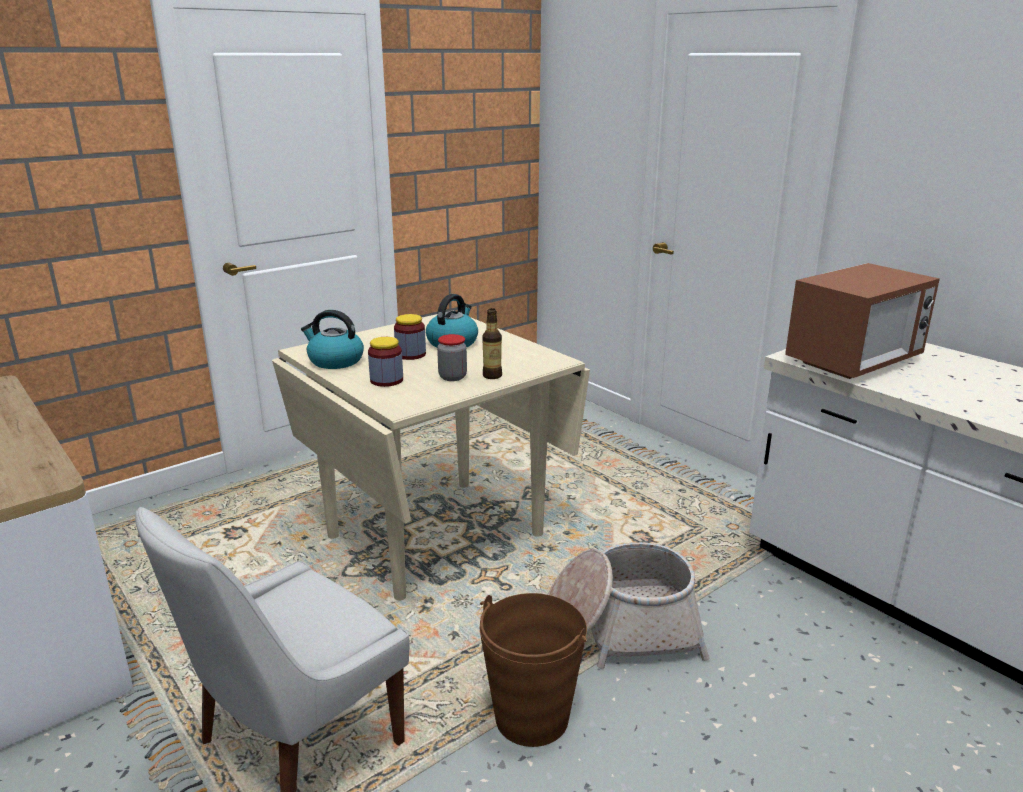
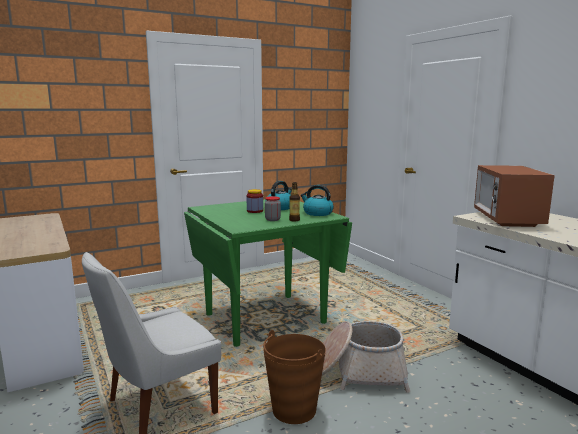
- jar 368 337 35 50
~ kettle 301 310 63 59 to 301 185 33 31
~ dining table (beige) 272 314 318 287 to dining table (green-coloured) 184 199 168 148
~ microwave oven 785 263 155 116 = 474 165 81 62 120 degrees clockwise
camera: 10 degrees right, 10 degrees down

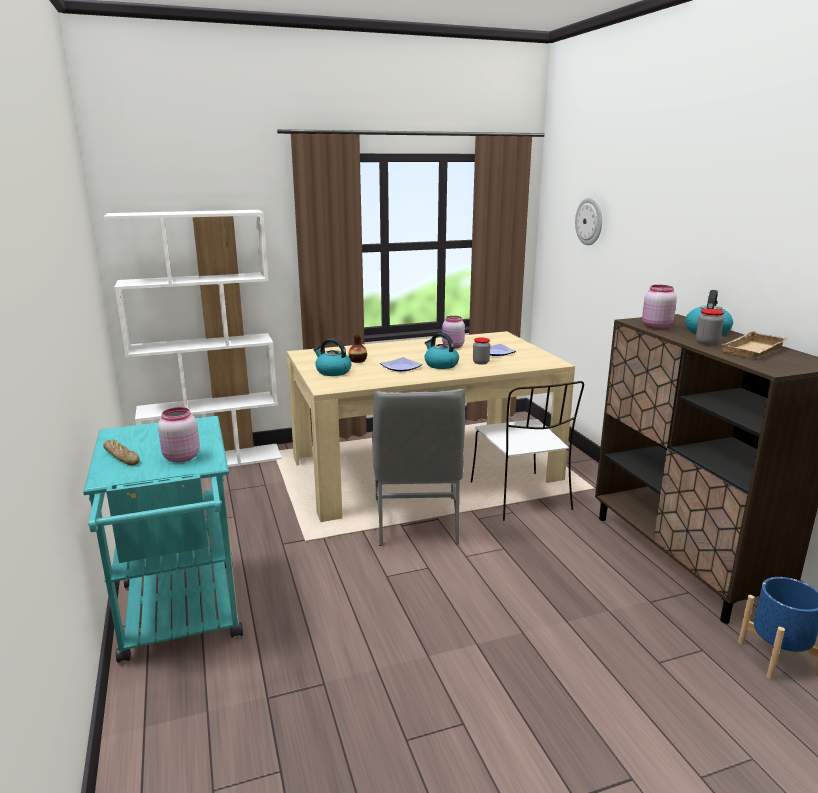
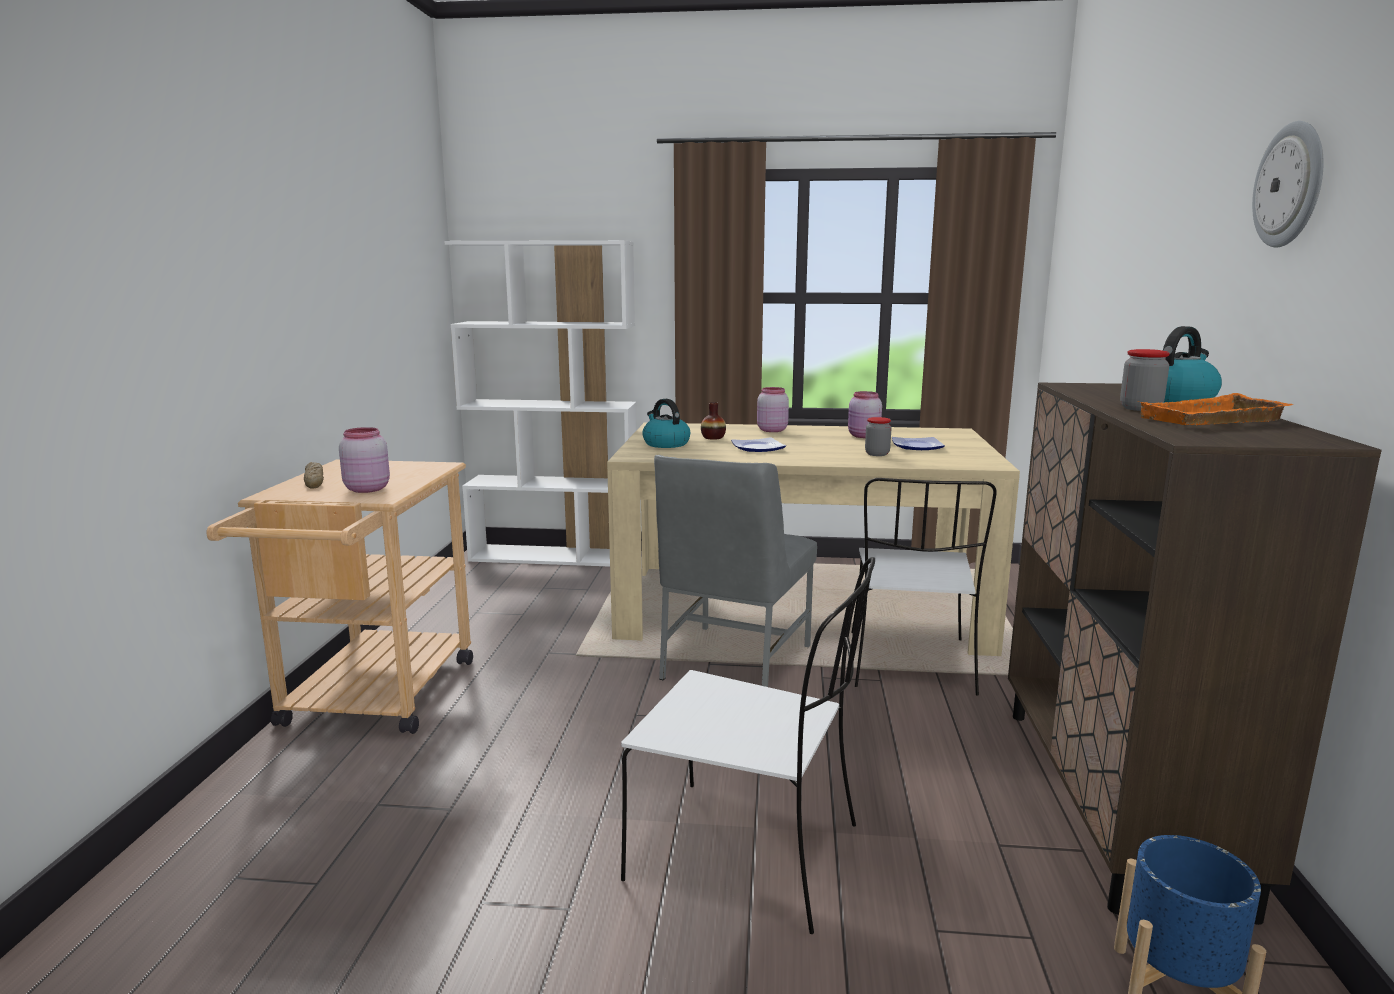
- kettle 424 333 35 36
+ plain chair (white) 621 557 254 377
~ wall clock 575 198 27 47 to 1252 121 71 127
~ jar (pinkish) 642 285 35 44 to 757 387 32 45
~ cart (turquoise-coloured) 83 416 160 247 to cart (beige) 206 460 267 274
~ tray (beige) 723 331 66 27 to tray (orange-coloured) 1138 393 155 32
camera: 25 degrees right, 5 degrees down

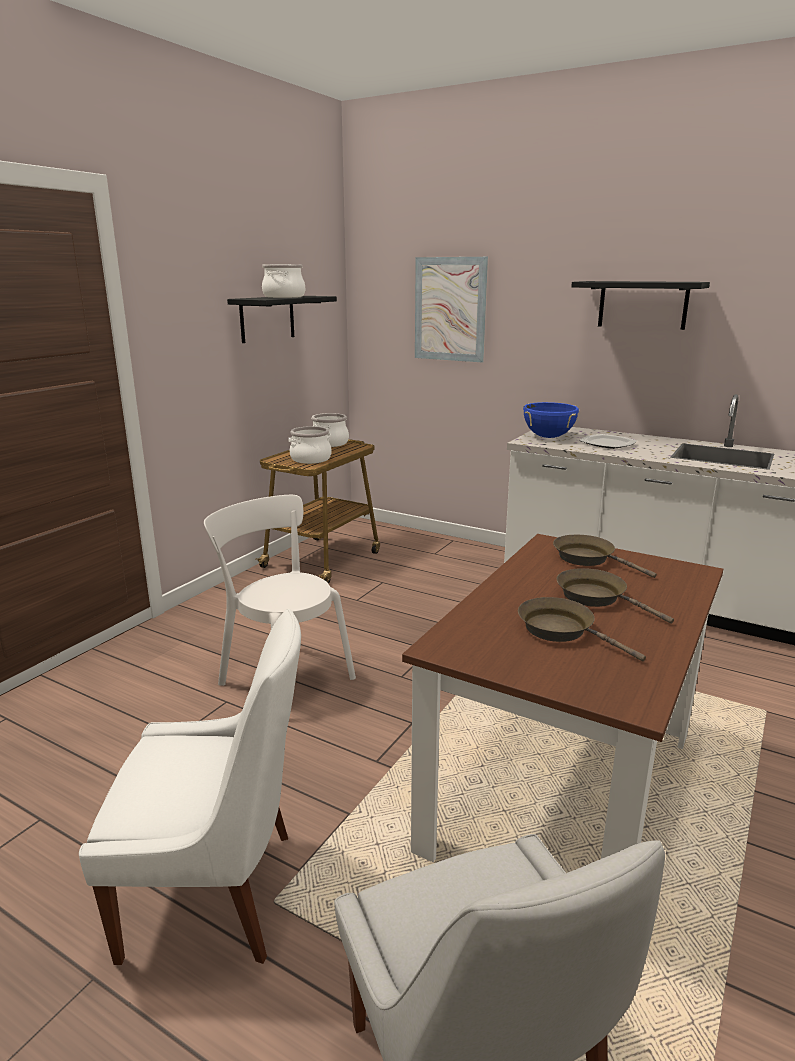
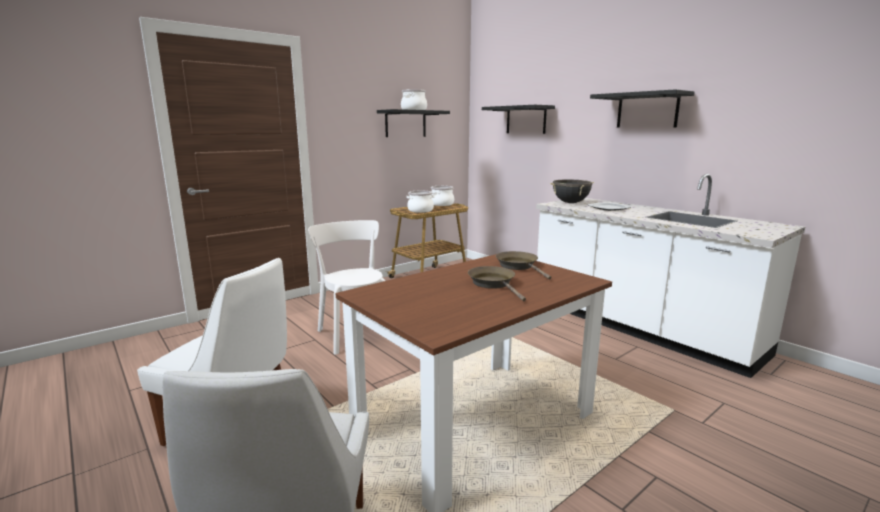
- frying pan (brown) 518 597 128 64
~ wall art 415 257 73 105 to wall shelf (blackish) 482 105 73 29
~ saucepot (blue-coloured) 523 402 56 36 to saucepot (blackish) 550 180 44 23
camera: 20 degrees right, 5 degrees down

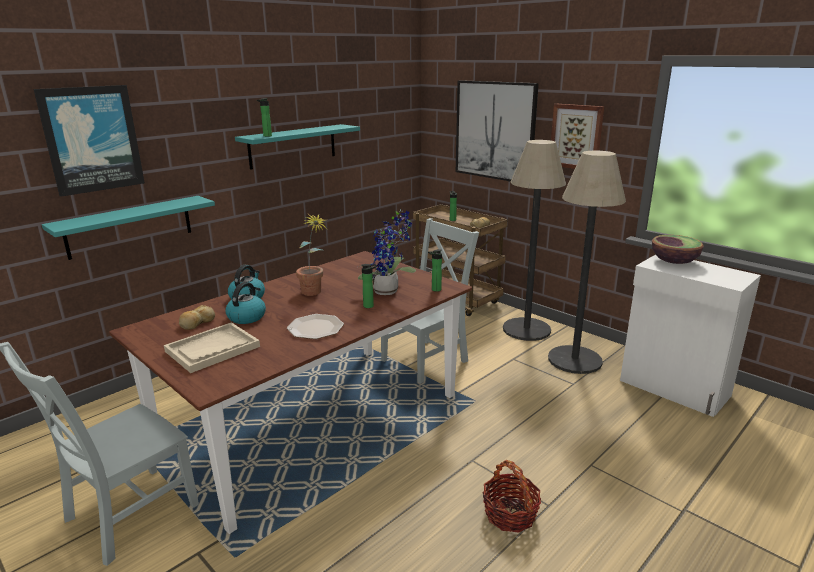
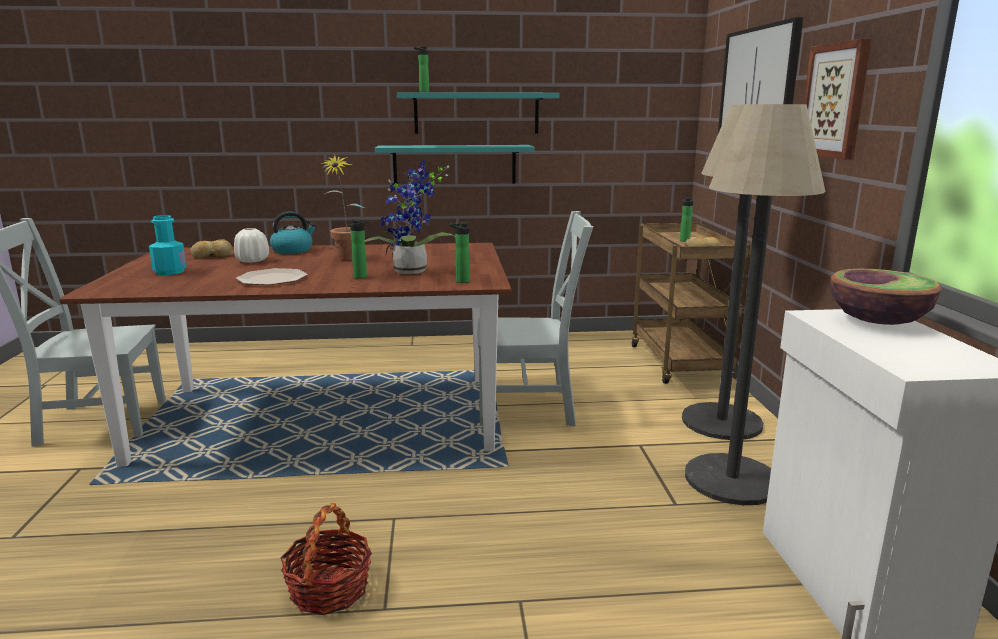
- wall art 34 85 111 112
~ wall shelf (turquoise-coloured) 42 196 173 64 to 375 145 160 40
~ tray (beige) 164 322 96 51 to bottle (turquoise-coloured) 149 215 38 60
~ kettle 226 282 40 42 to flower vase (white) 234 228 35 35
camera: 40 degrees right, 5 degrees down

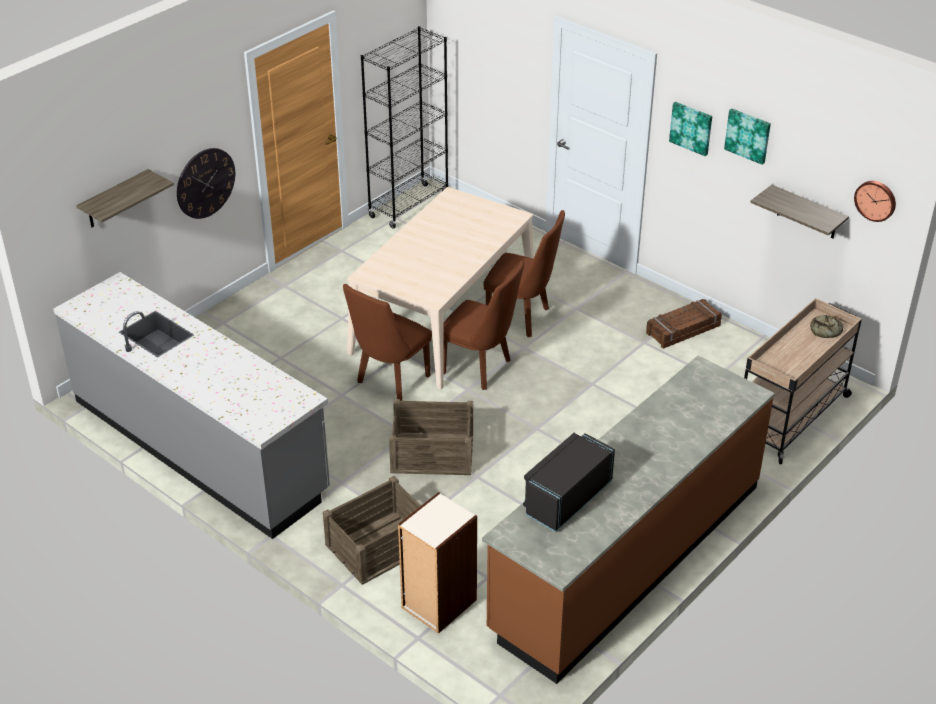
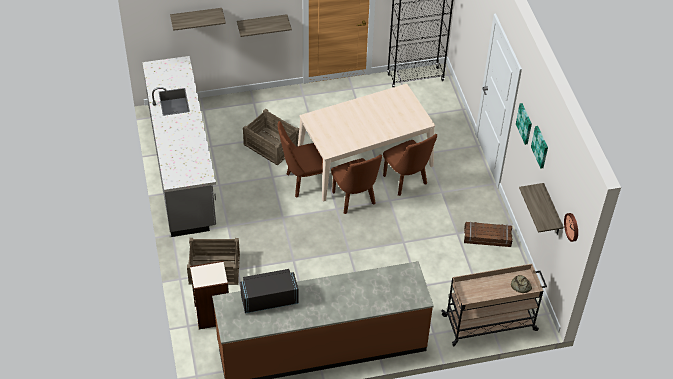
~ packing crate 389 399 84 76 to 243 109 56 57
~ wall clock 177 148 58 71 to wall shelf 237 14 55 23
camera: 35 degrees right, 10 degrees up

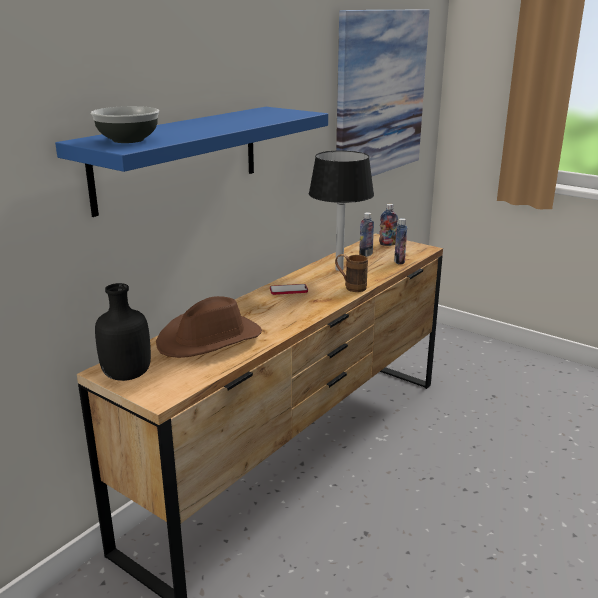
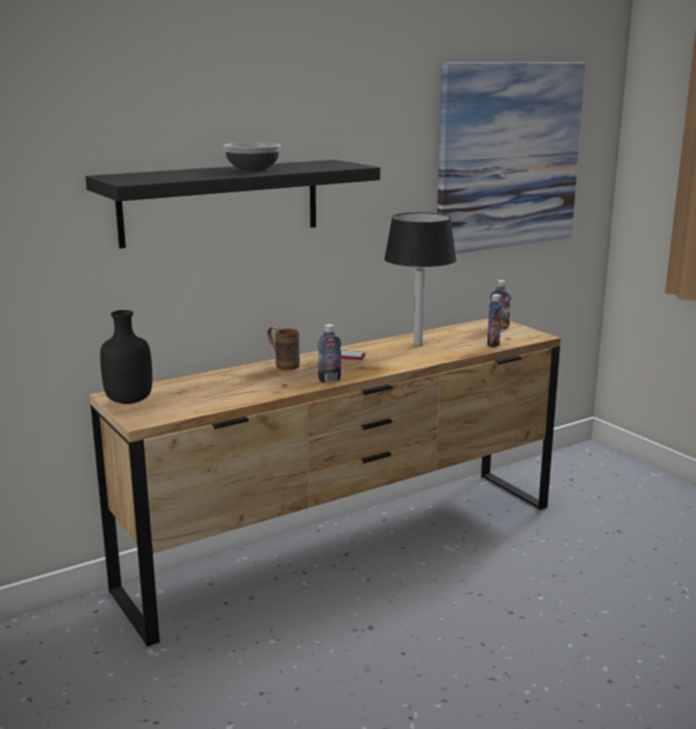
- clothing hat (brown) 156 296 106 62
~ bowl 91 106 68 37 to 224 142 57 30
~ coffee mug (brown) 335 254 33 38 to 267 326 33 44
~ bottle 359 212 15 45 to 318 324 23 59
~ wall shelf (blue-coloured) 55 107 273 110 to wall shelf (blackish) 86 160 294 88
camera: 20 degrees right, 5 degrees down

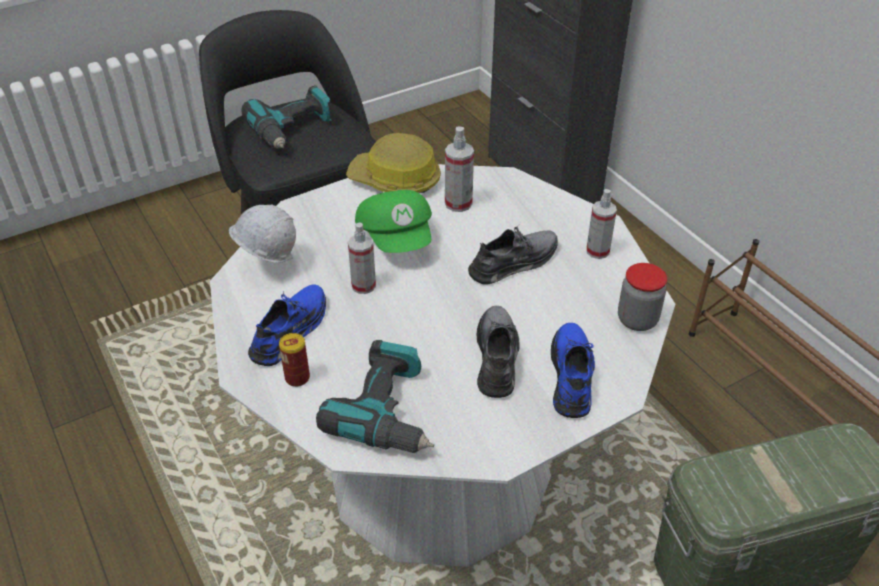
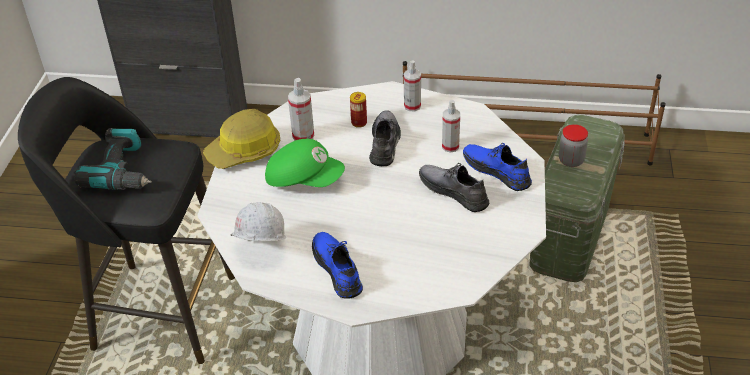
- electric drill 316 340 118 113
~ can 279 333 31 54 to 350 92 17 36
~ spray bottle 348 222 28 72 to 442 100 18 53
~ jar 618 263 49 68 to 559 124 29 43
camera: 50 degrees left, 0 degrees up

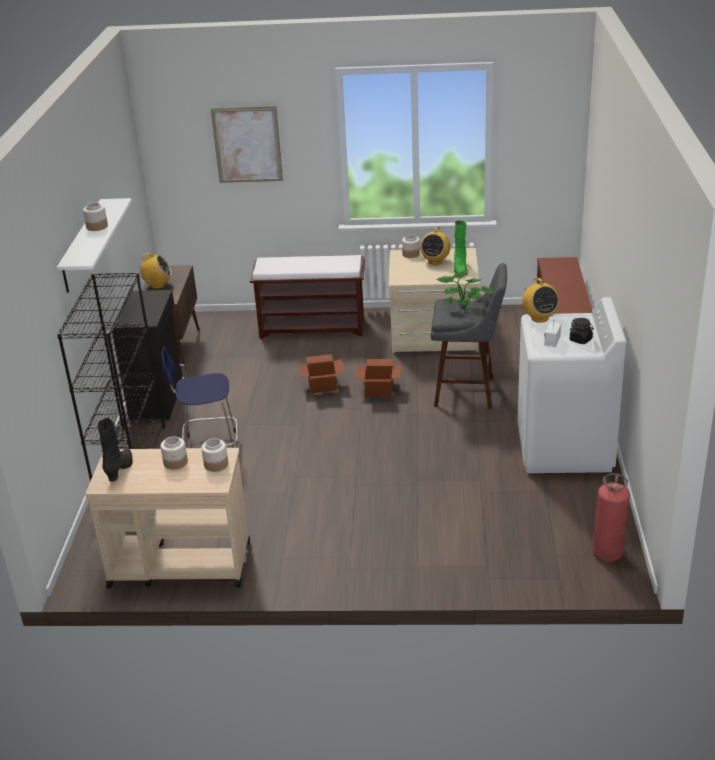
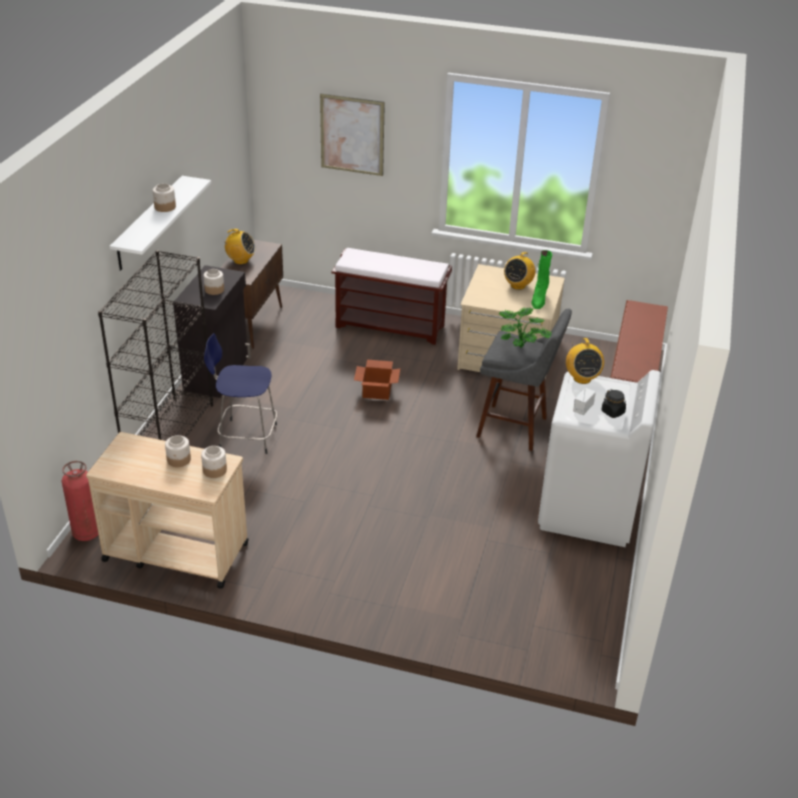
- tall boot (blackish) 98 417 35 65
- carton 355 359 46 37
~ jar 402 235 18 23 to 204 269 20 26
~ extinguisher 592 473 38 89 to 62 461 37 80
camera: 10 degrees right, 5 degrees up

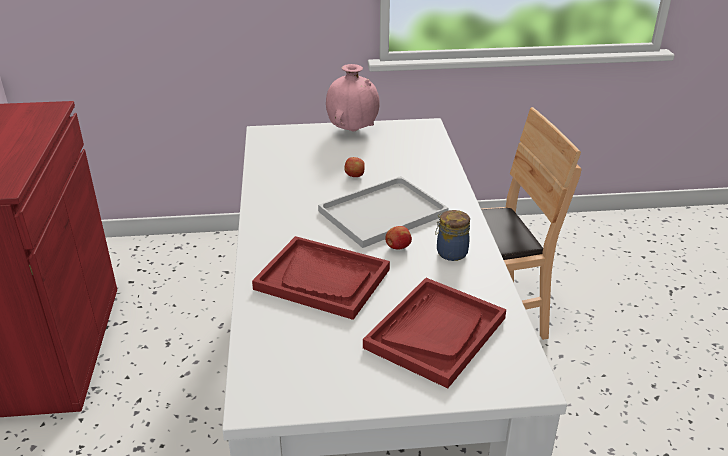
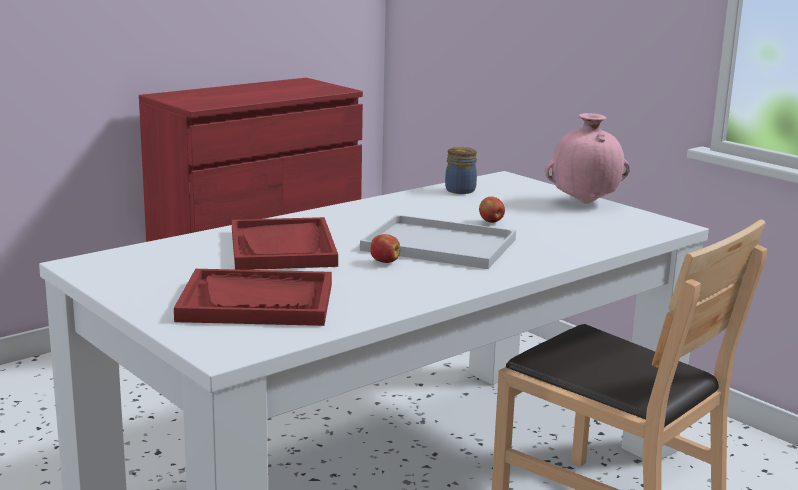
~ jar 435 210 35 51 to 445 147 32 47
camera: 55 degrees right, 15 degrees down

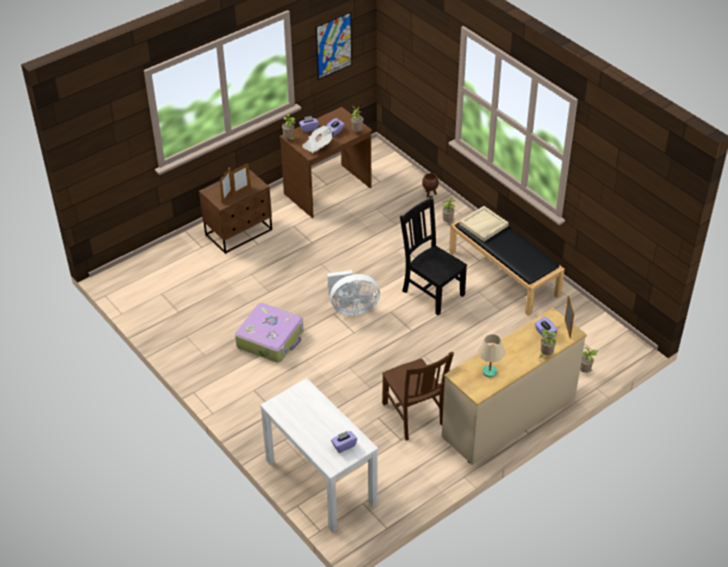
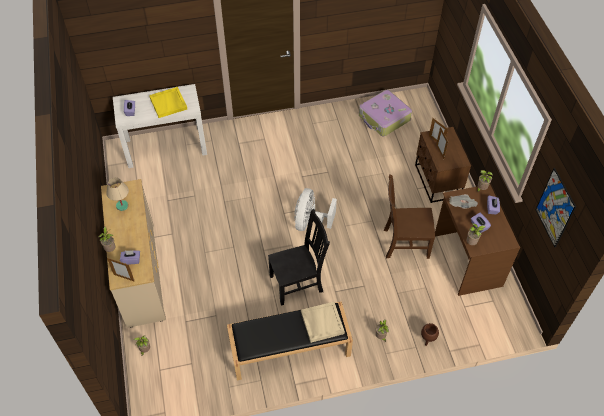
+ tray (yellow) 149 87 38 31
~ suitcase 235 303 69 59 to 359 90 53 46
~ plain chair (brown) 382 352 72 88 to 384 174 51 85
camera: 115 degrees right, 10 degrees up

